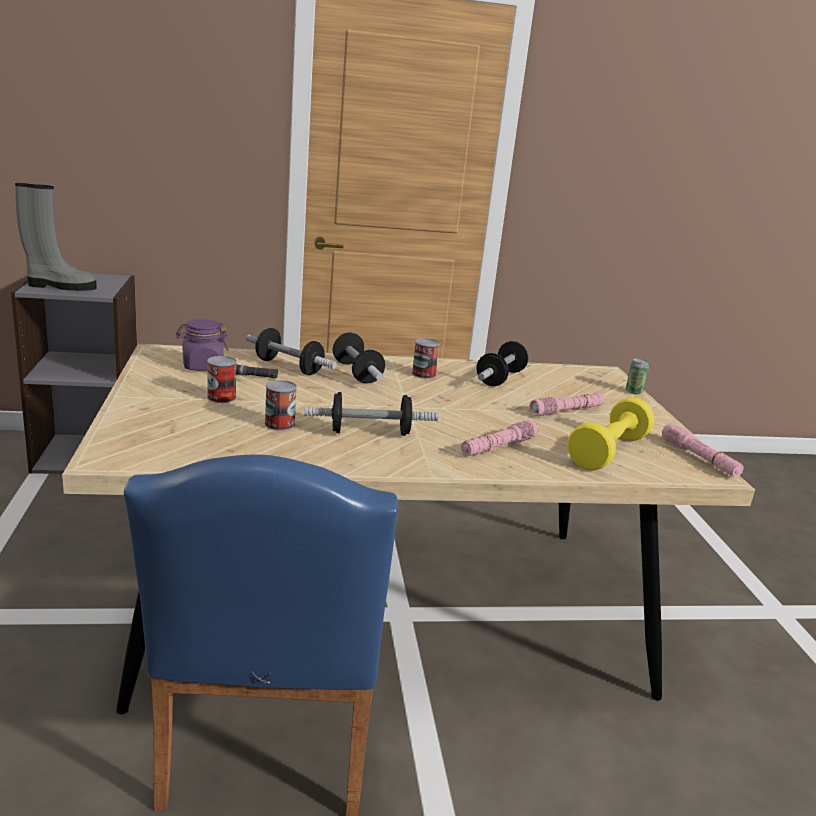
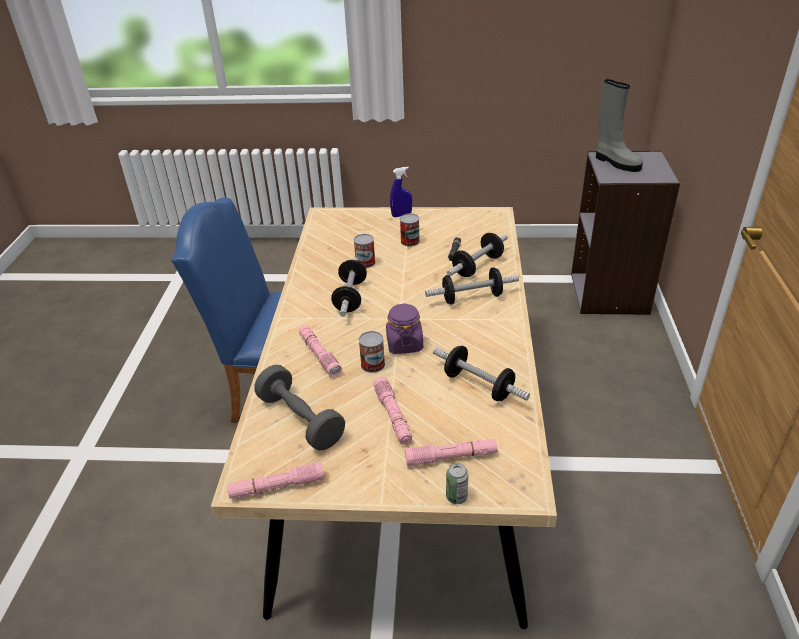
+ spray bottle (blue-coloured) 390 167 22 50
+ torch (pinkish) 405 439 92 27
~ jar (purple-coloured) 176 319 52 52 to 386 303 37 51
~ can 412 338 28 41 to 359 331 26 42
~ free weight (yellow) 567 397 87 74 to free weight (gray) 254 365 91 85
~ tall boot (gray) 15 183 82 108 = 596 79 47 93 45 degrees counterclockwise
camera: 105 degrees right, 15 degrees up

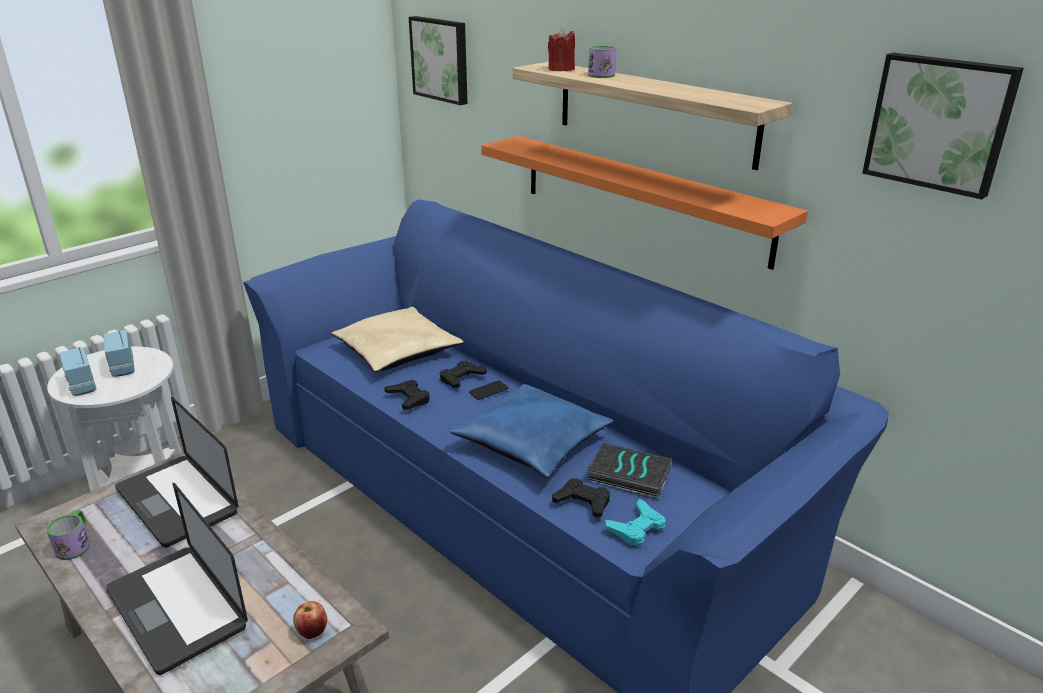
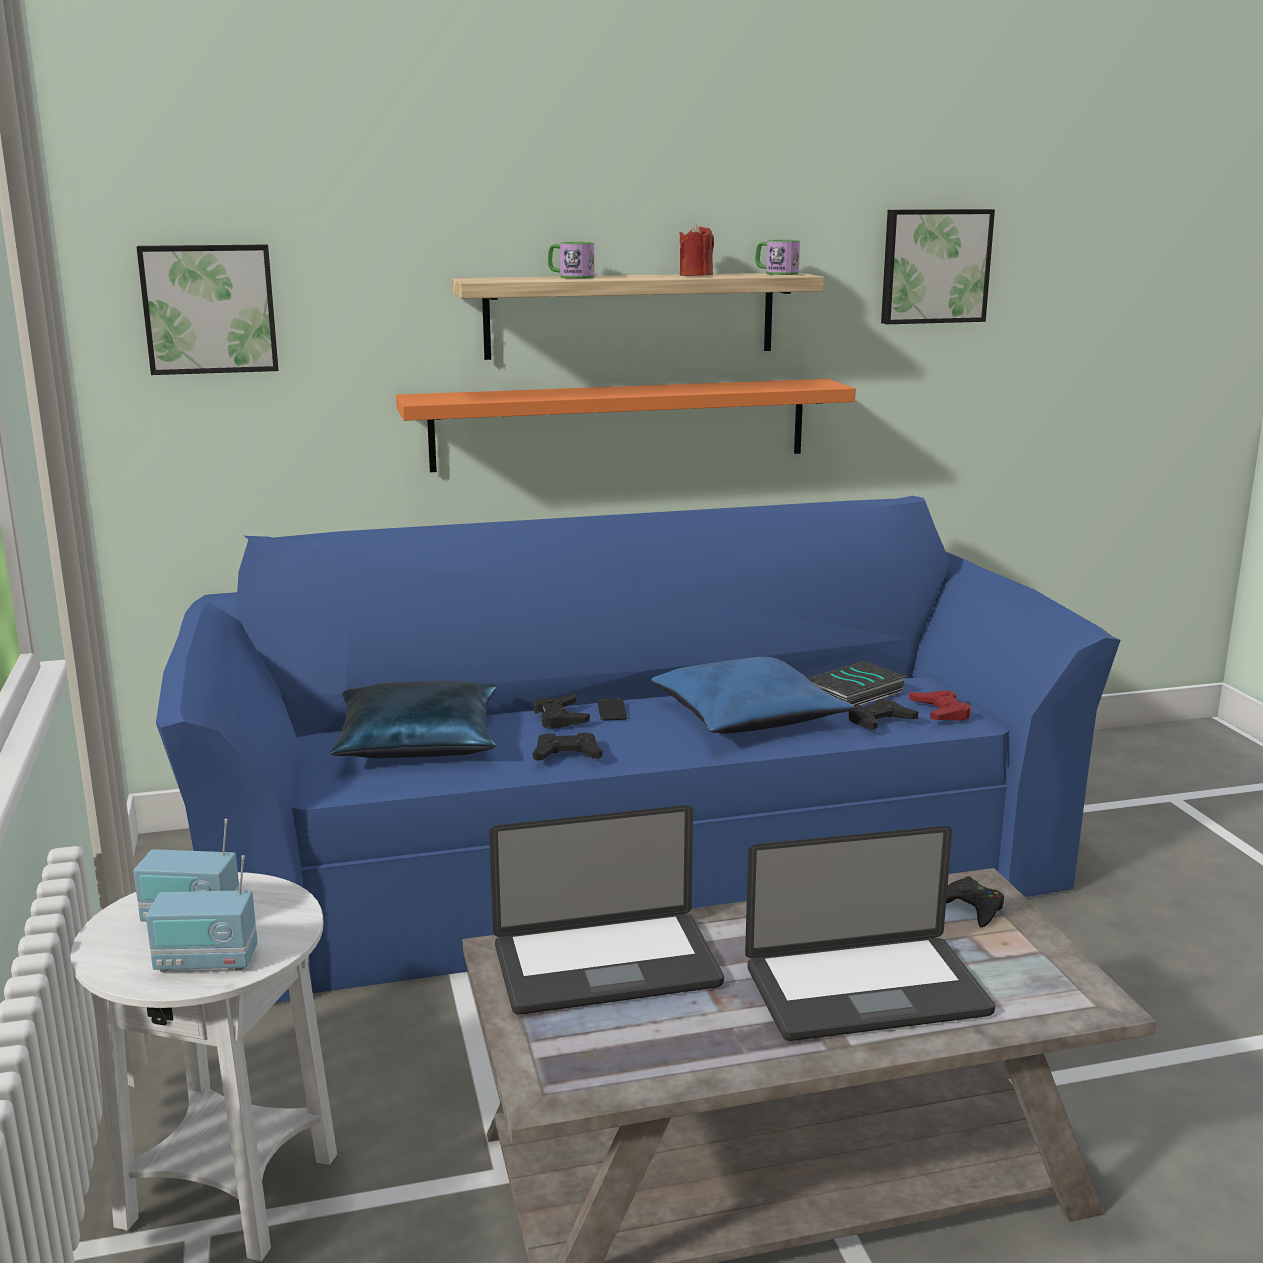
~ coffee mug 47 510 43 50 to 755 240 45 35
~ candle (reddish) 548 28 27 43 to 679 224 35 52
~ whole apple 293 601 34 38 to joypad (blackish) 946 876 58 52
~ cushion (beige) 332 307 132 65 to cushion (blue-coloured) 330 681 167 77
~ joypad (turquoise-coloured) 605 499 61 48 to joypad (reddish) 909 690 62 31
camera: 60 degrees left, 10 degrees down

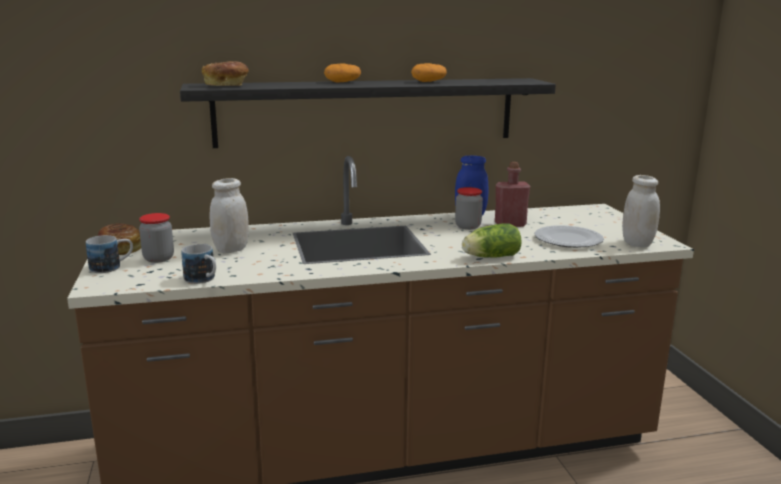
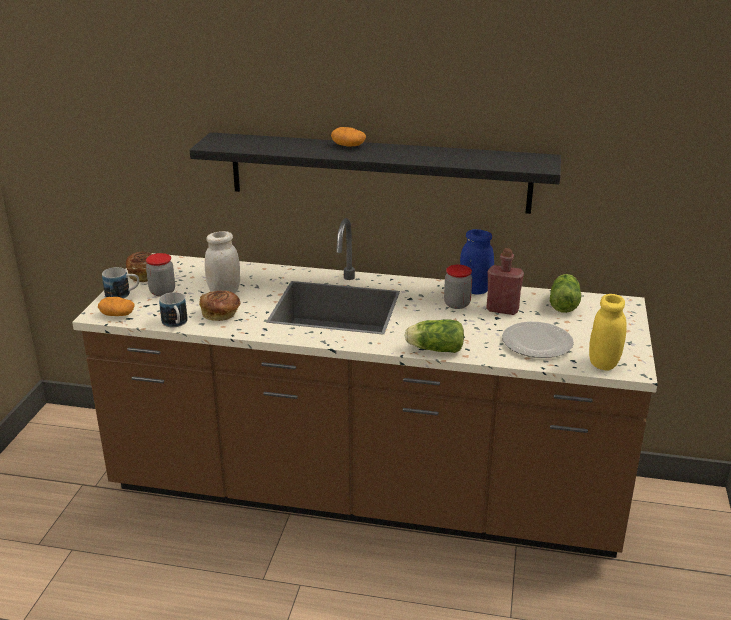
+ lettuce 550 274 31 39
~ baked bread 202 61 47 25 to 199 291 41 30
~ whole potato 411 63 36 19 to 98 297 37 19
~ jar (white) 622 175 38 72 to jar (yellow) 589 294 38 77
camera: 25 degrees right, 10 degrees up

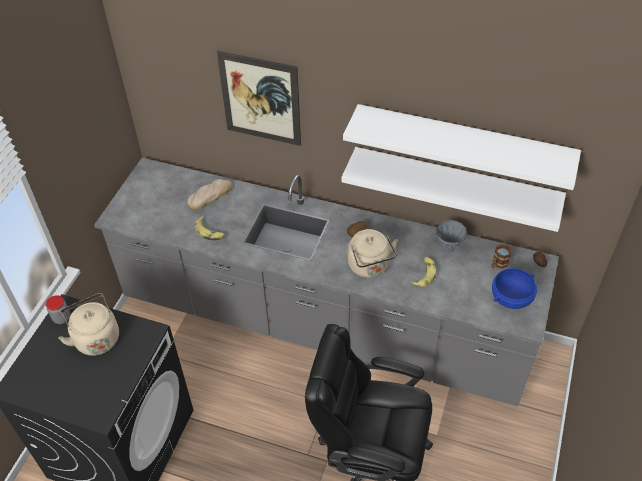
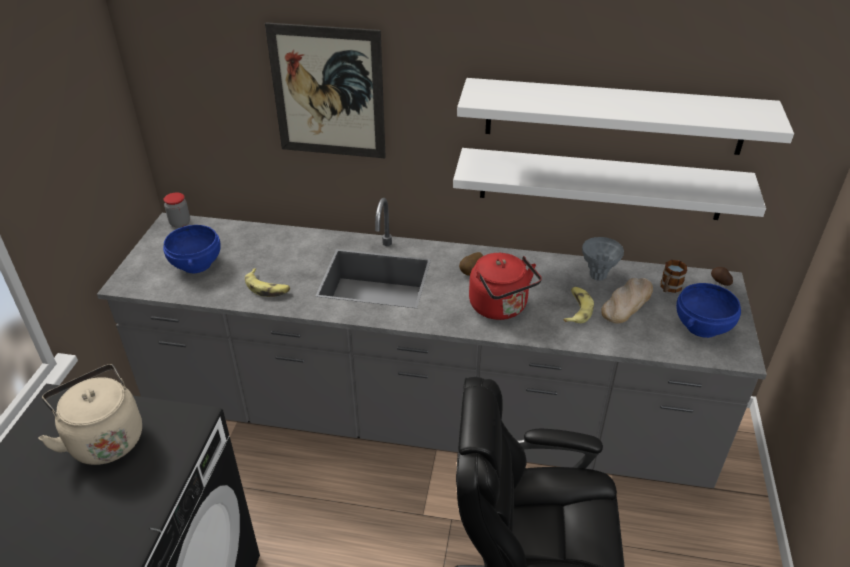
+ bowl (blue-coloured) 163 225 58 48
~ jar 46 295 24 29 to 164 193 26 35
~ baked bread 187 179 45 30 to 601 278 52 46
~ kettle (beige) 348 229 50 49 to kettle (reddish) 469 253 73 67
camera: 10 degrees left, 10 degrees down

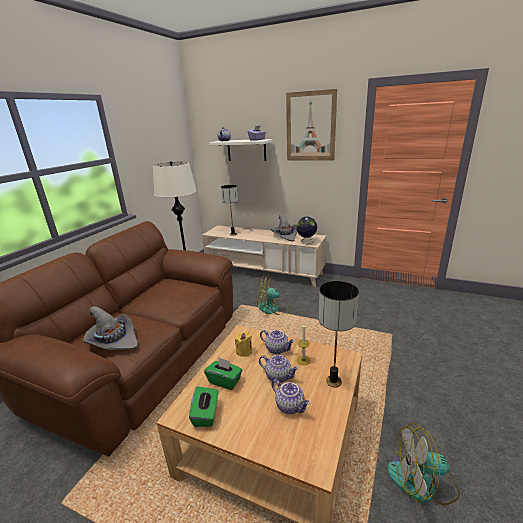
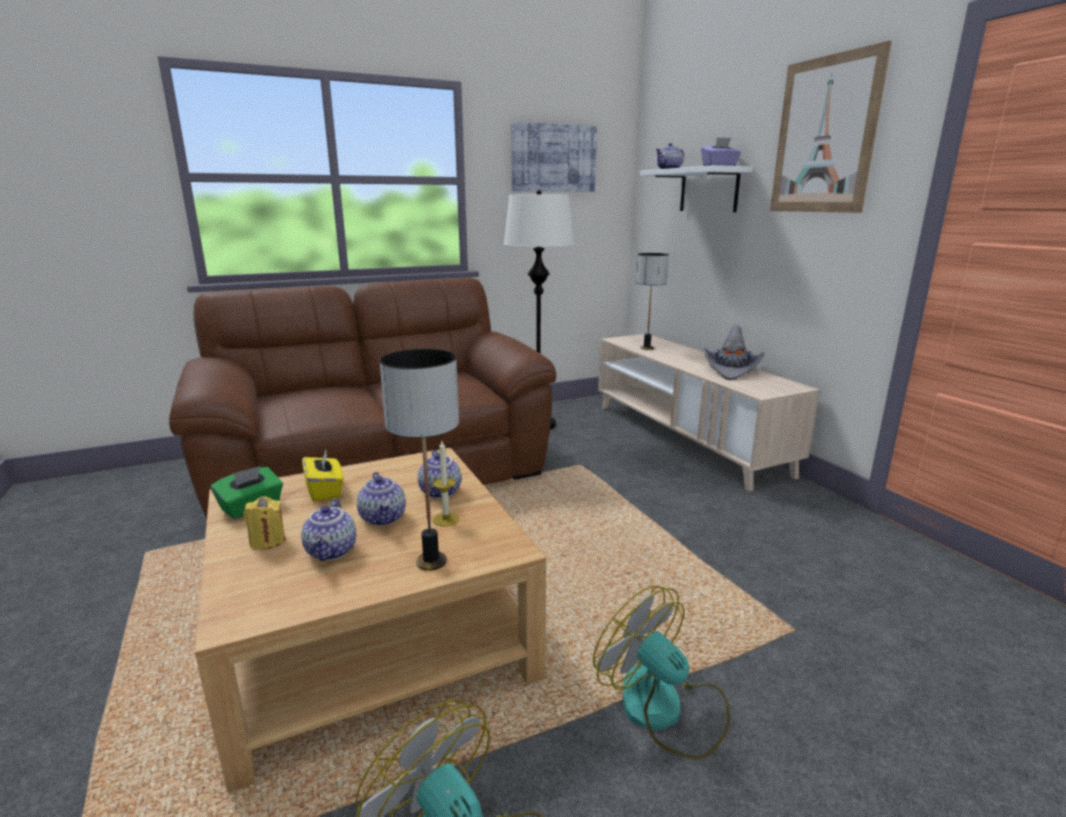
- clothing hat (gray) 83 306 55 44
- desk globe 296 217 21 27
+ wall art 511 122 86 70
~ candle (yellow) 235 332 17 25 to 243 497 42 53
~ electric fan 257 275 33 40 to 593 586 137 173
~ box of tissues (green-coloured) 204 358 38 32 to box of tissues (yellow) 302 449 41 53
camera: 40 degrees right, 5 degrees down

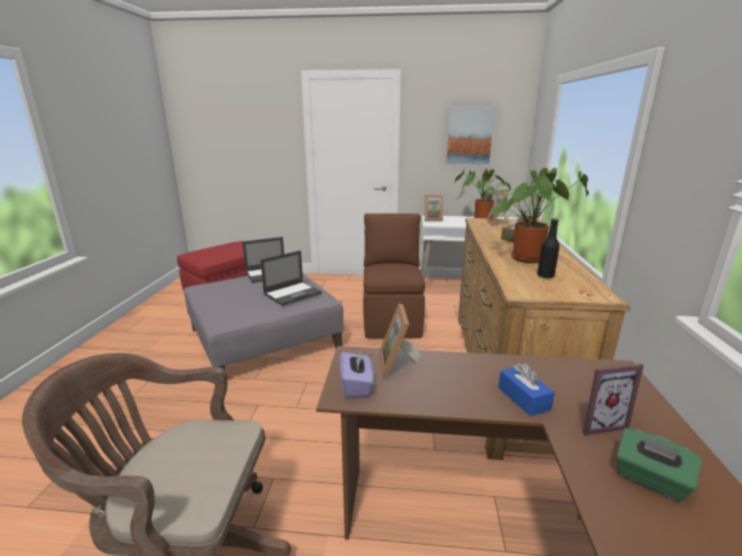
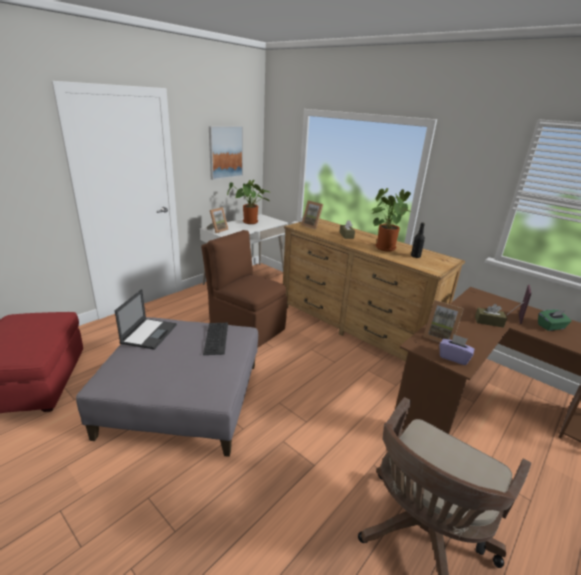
~ laptop 260 250 62 56 to computer keyboard 203 323 25 32
~ box of tissues (blue-coloured) 498 363 57 53 to box of tissues (brown) 475 304 32 24
camera: 55 degrees left, 5 degrees up

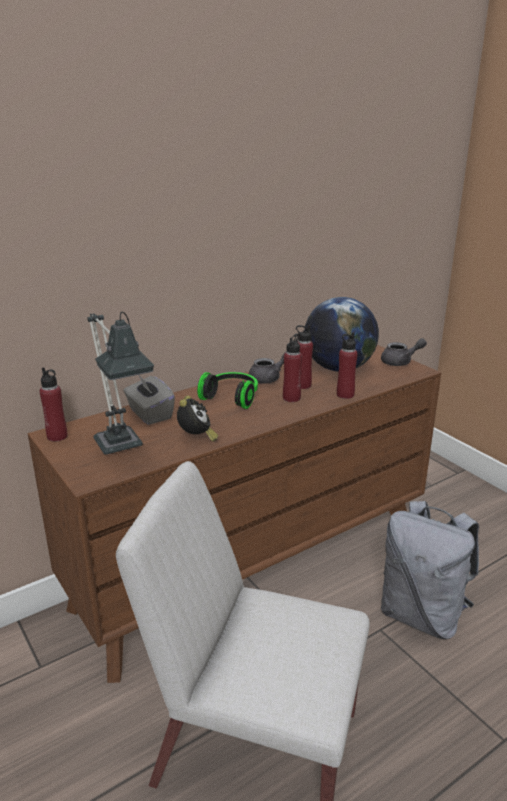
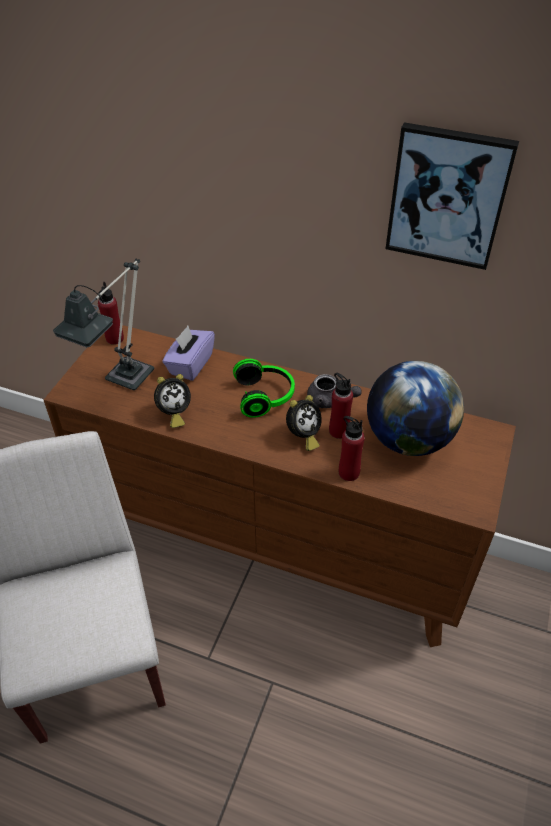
- teapot (gray) 381 338 46 28
- knapsack (gray) 381 501 98 138
+ wall art 385 122 134 148
~ bottle (reddish) 283 333 19 69 to alarm clock 286 395 36 56
~ box of tissues (gray) 124 375 51 50 to box of tissues (purple-coloured) 162 326 53 55
camera: 55 degrees right, 20 degrees up

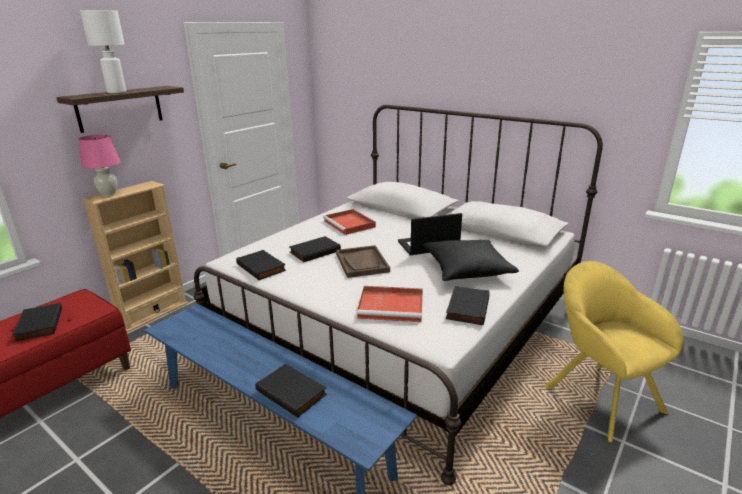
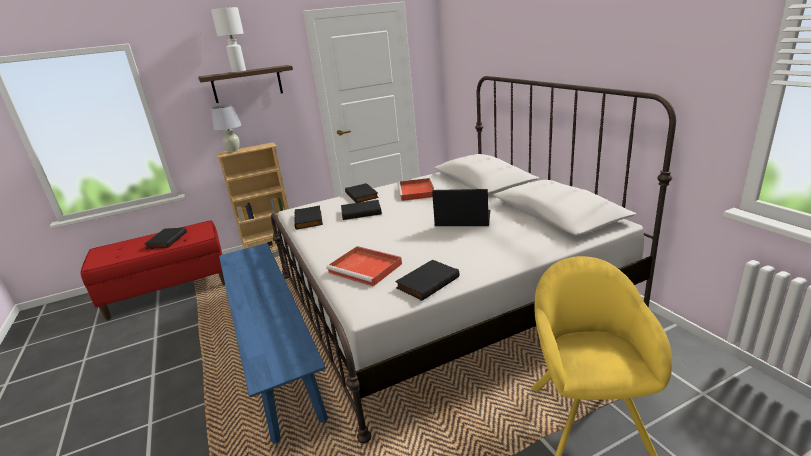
- tray (brown) 336 245 54 33
- cushion (blackish) 423 240 96 41
~ book (blackish) 256 364 71 53 to 345 183 34 20
~ table lamp (pinkish) 79 134 42 63 to table lamp (white) 211 105 30 47
camera: 30 degrees right, 0 degrees up

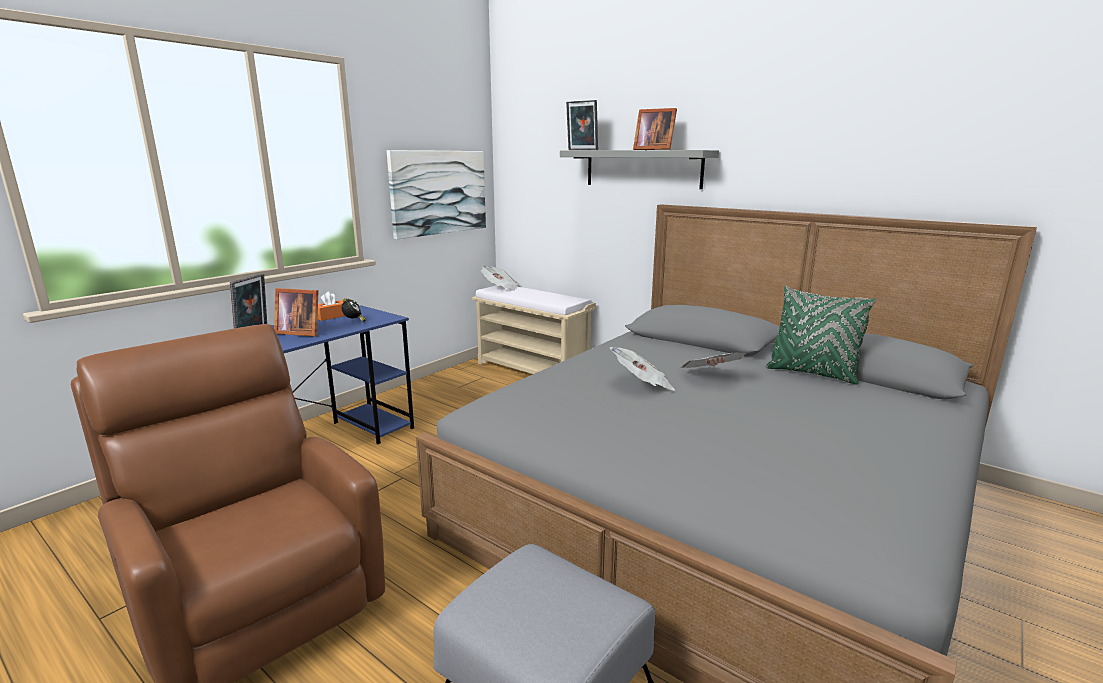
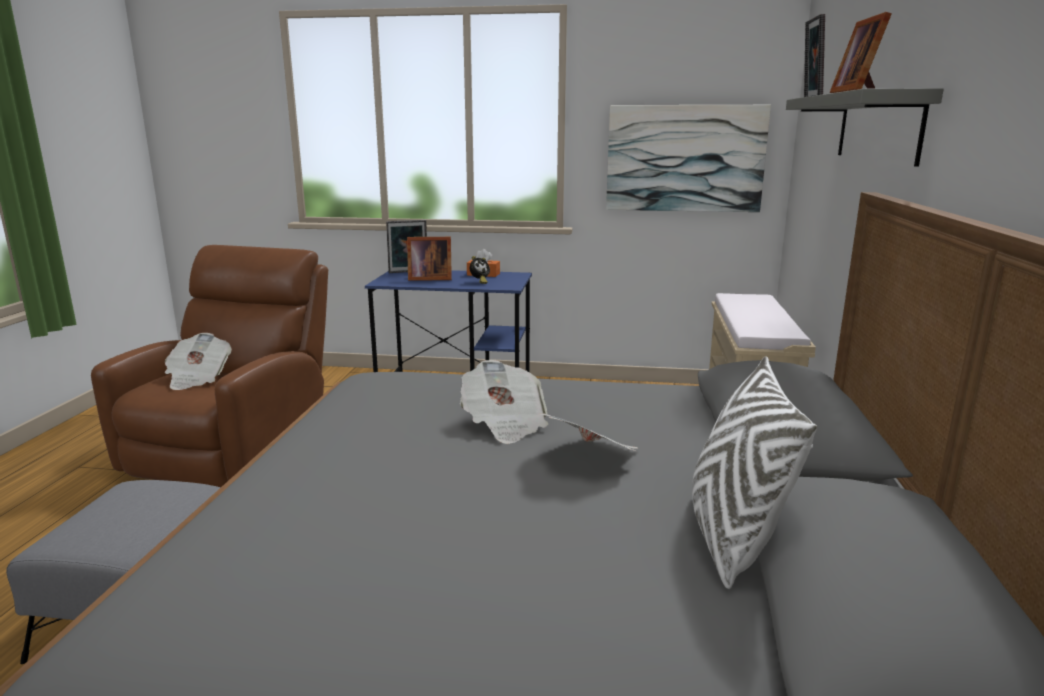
~ newspaper 481 265 38 26 to 164 333 67 57
~ cushion (green-coloured) 766 286 110 99 to cushion (white) 692 356 125 233
~ photo frame 274 288 44 49 = 407 237 45 44 75 degrees counterclockwise
camera: 60 degrees right, 0 degrees up

